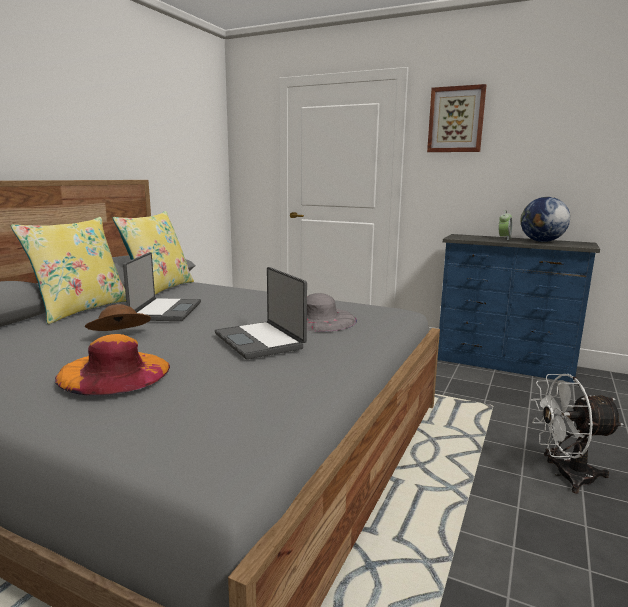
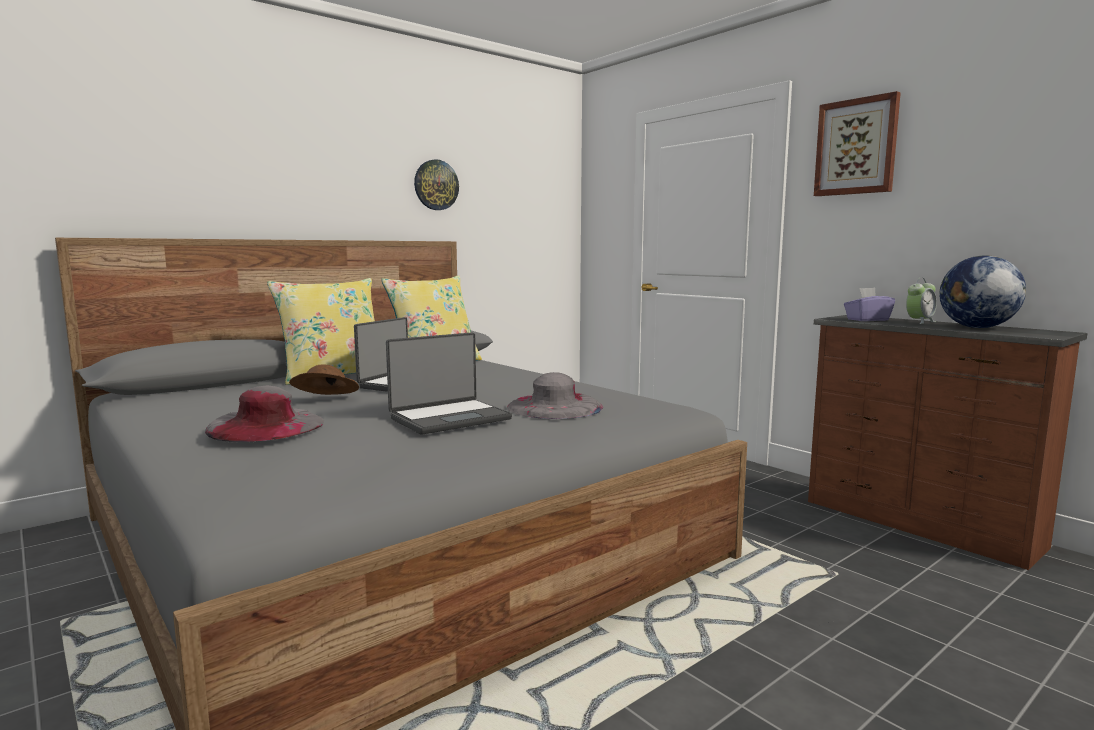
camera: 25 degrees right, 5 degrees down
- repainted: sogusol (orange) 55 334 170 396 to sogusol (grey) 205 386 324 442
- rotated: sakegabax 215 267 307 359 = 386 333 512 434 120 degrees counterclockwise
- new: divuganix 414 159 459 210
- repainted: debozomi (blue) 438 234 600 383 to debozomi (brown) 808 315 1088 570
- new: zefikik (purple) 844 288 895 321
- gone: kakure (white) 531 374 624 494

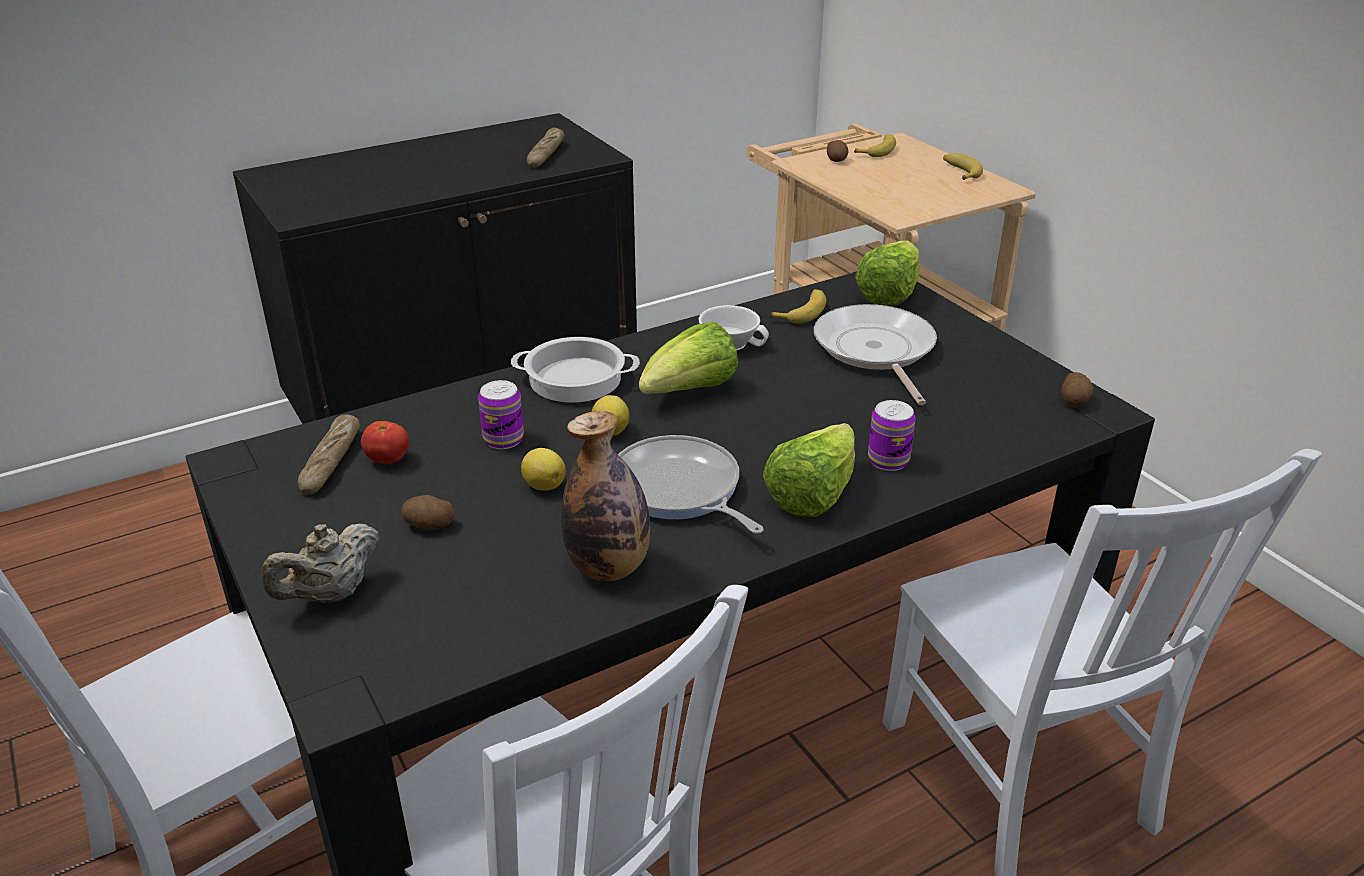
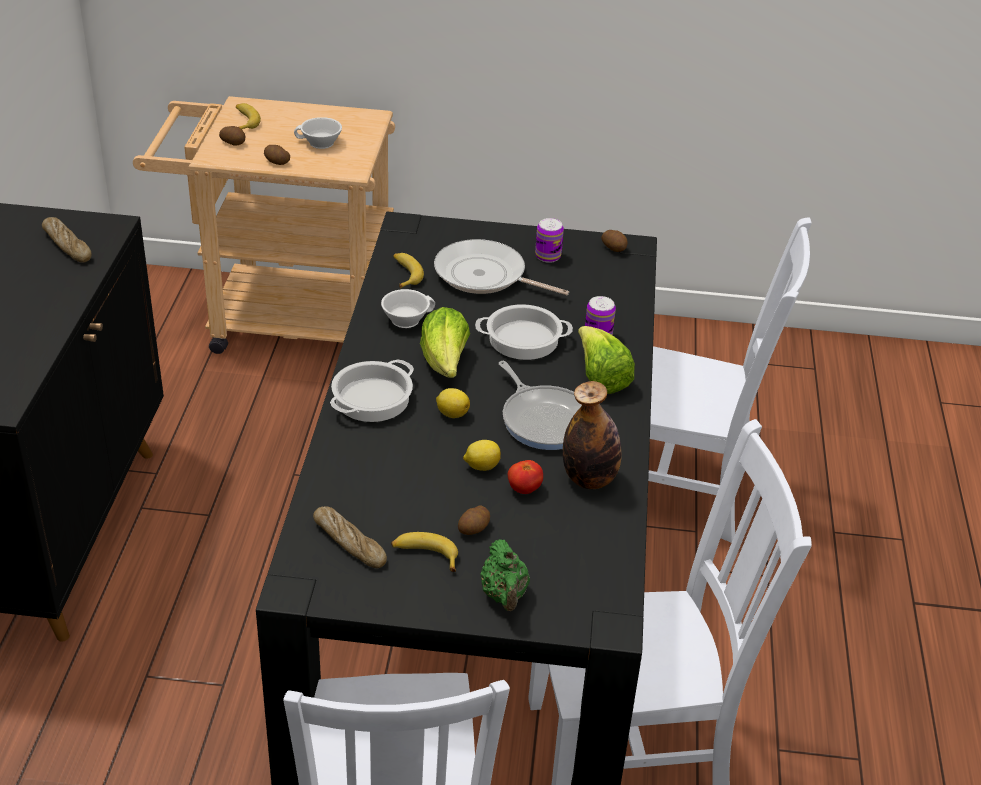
camera: 55 degrees left, 5 degrees up
- new: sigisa 264 145 290 165
- new: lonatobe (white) 294 117 342 149
- shifted: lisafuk 943 153 983 180 to 391 532 458 572
- new: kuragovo 475 304 573 360
- repainted: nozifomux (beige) 262 524 380 603 to nozifomux (green) 480 539 530 611
- rotated: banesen 618 435 764 534 = 499 361 582 450 120 degrees counterclockwise
- shifted: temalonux 361 421 409 464 to 508 460 543 494
- shifted: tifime 478 380 524 449 to 535 218 564 263
- gone: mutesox 855 241 919 306

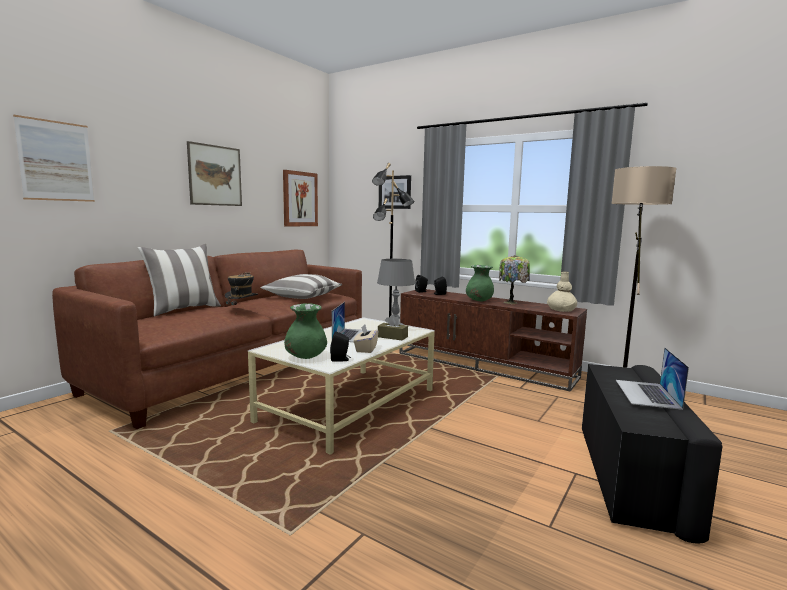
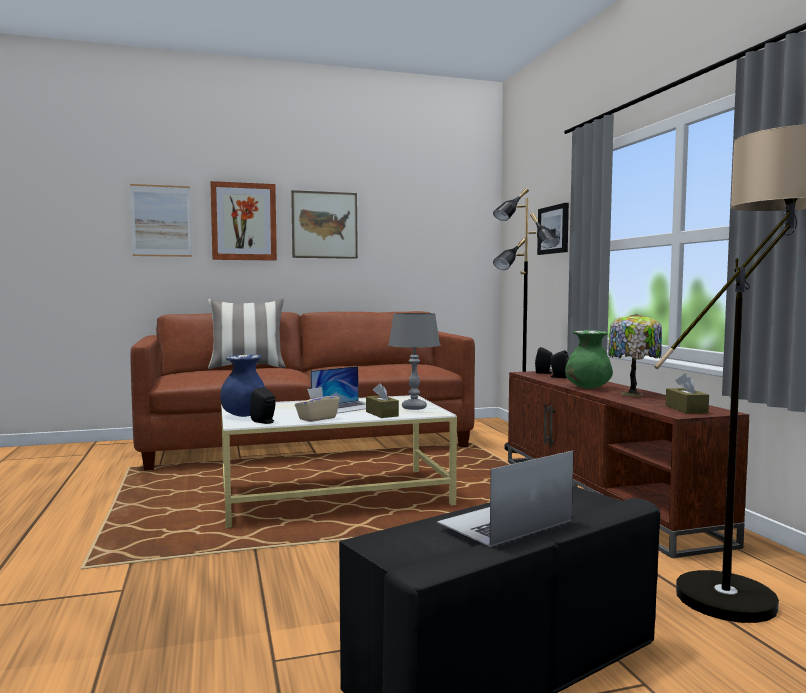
camera: 40 degrees right, 5 degrees down
- shifted: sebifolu 283 170 318 227 to 210 181 277 261
- repainted: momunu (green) 284 303 327 359 to momunu (blue) 220 354 265 417
- swapped: momunu (beige) 547 272 577 312 to zefikik (brown) 666 373 709 414
- gone: sogusol 225 272 258 305
- gone: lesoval 261 274 342 299

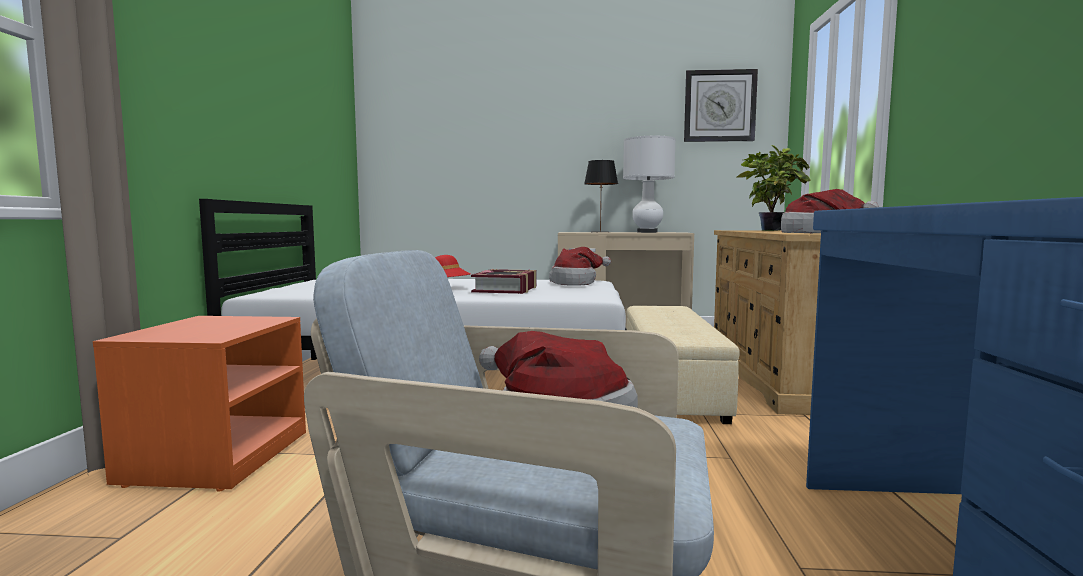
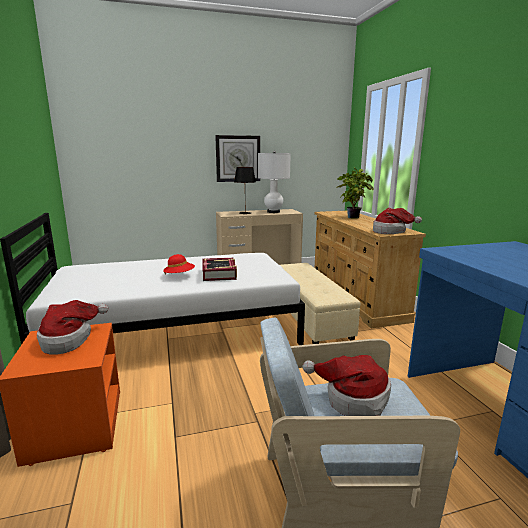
camera: 20 degrees left, 10 degrees up
- shifted: sogusol 549 247 611 286 to 37 300 108 355
- shifted: divuganix 684 69 758 142 to 215 135 260 182

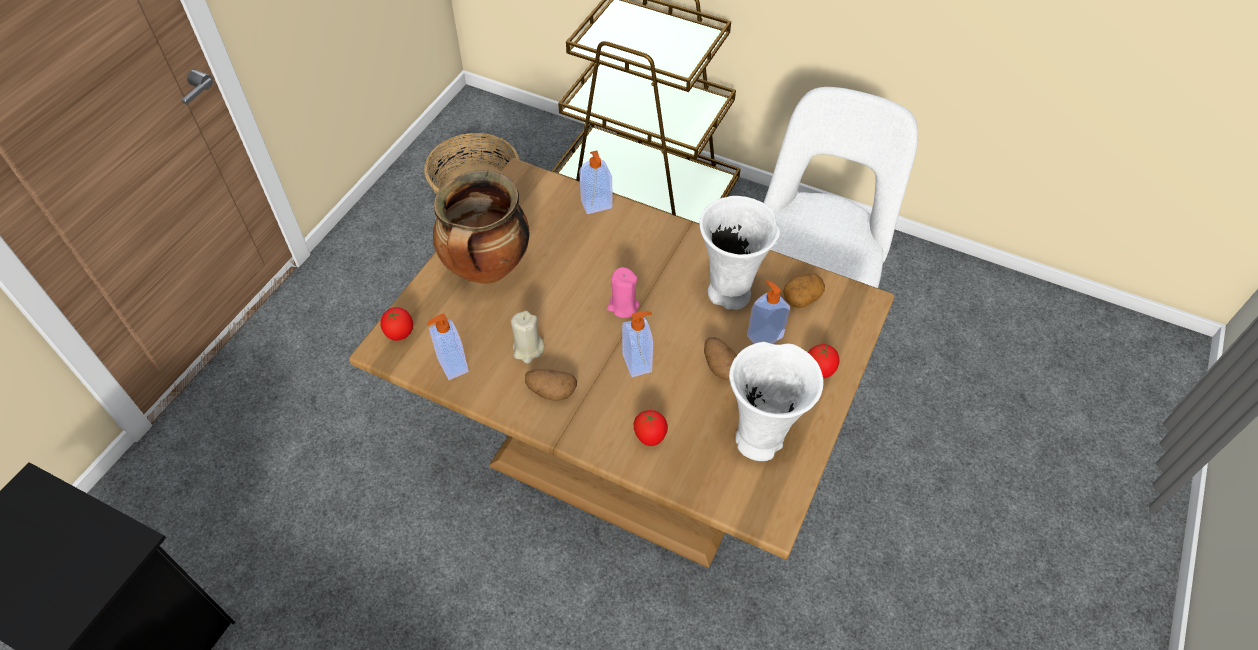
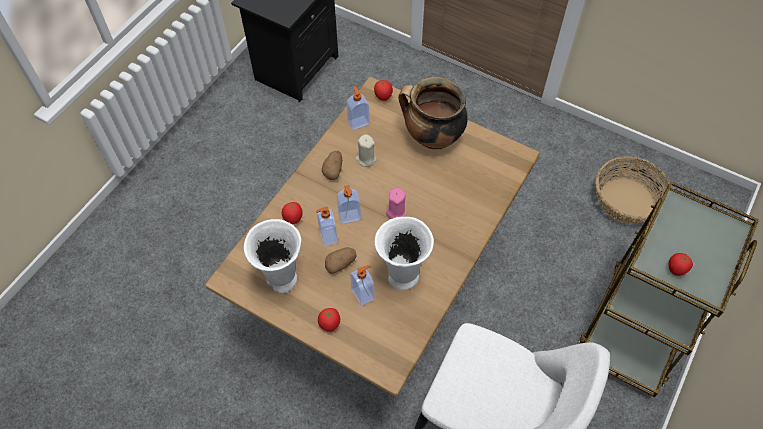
camera: 95 degrees right, 5 degrees up
- shifted: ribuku 579 151 613 214 to 316 206 338 246
- new: temalonux 668 253 693 276
- gone: sigisa 783 273 825 308

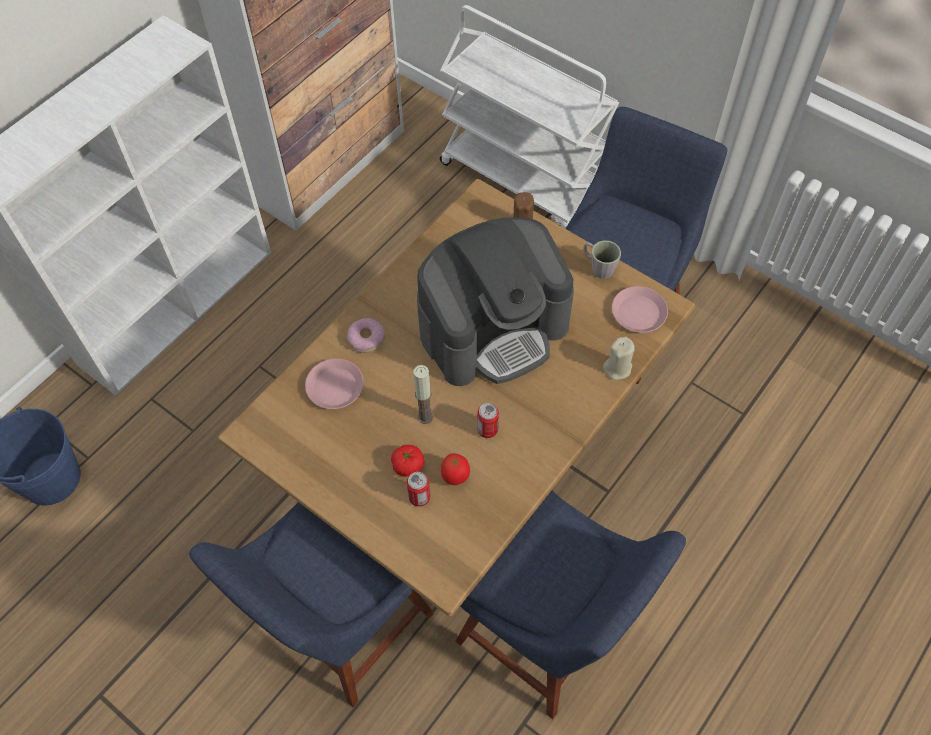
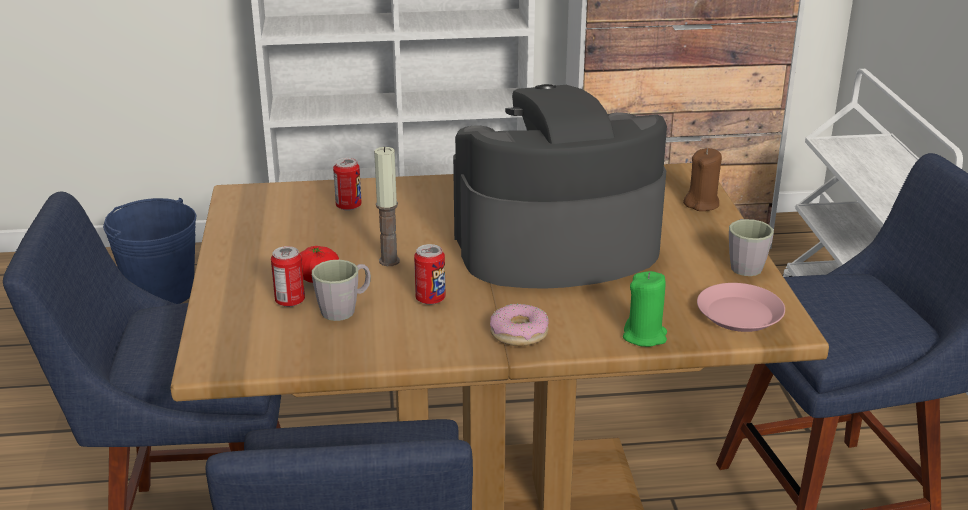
camera: 45 degrees right, 30 degrees down
- swapped: temalonux 441 453 470 485 to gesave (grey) 312 260 371 321
- swapped: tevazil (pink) 305 359 364 409 to tifime 333 158 362 211
- rotated: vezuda 417 217 574 386 = 453 84 667 289 150 degrees clockwise
- shifted: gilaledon 347 318 385 353 to 490 304 548 346
- repainted: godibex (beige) 603 337 635 380 to godibex (green) 623 271 667 347

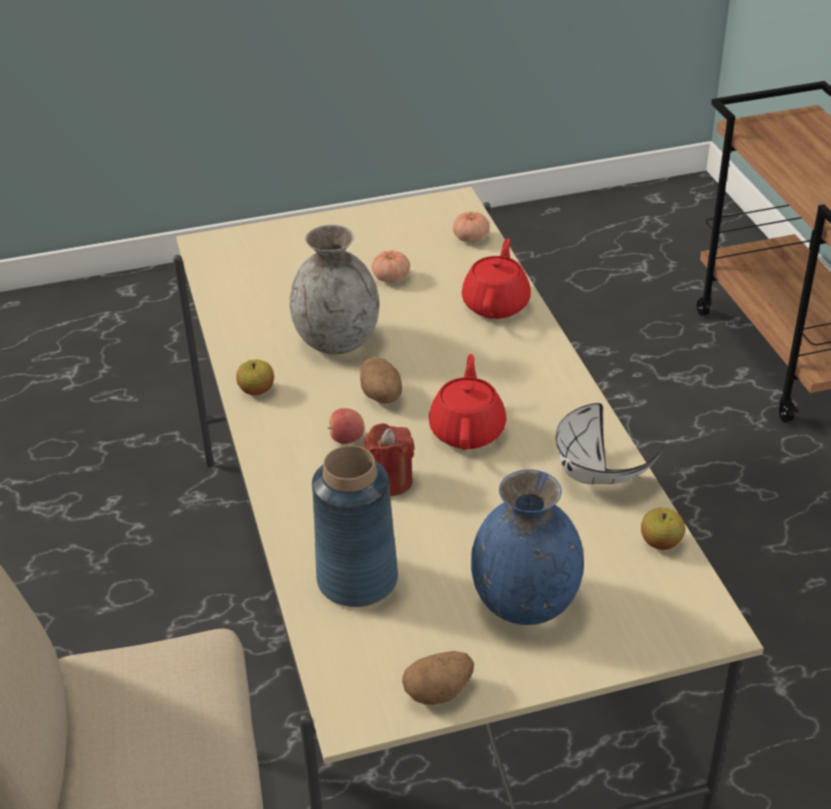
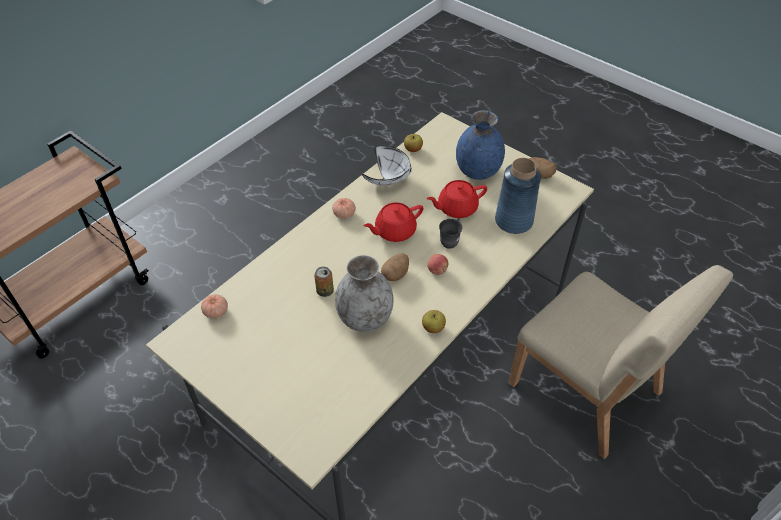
camera: 125 degrees left, 10 degrees up
- new: tifime 314 267 334 297
- shifted: temalonux 372 250 410 283 to 332 198 356 219
- shifted: nozifomux (red) 462 238 531 319 to 427 180 487 218
- swapped: godibex (red) 364 424 415 496 to gesave (grey) 439 218 462 249

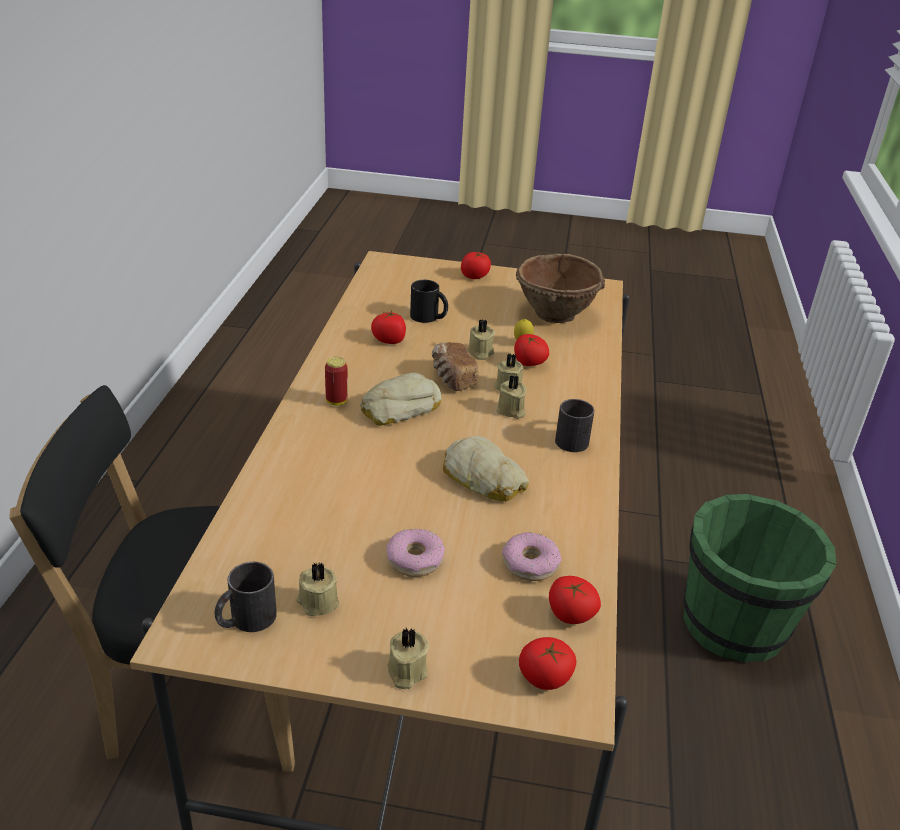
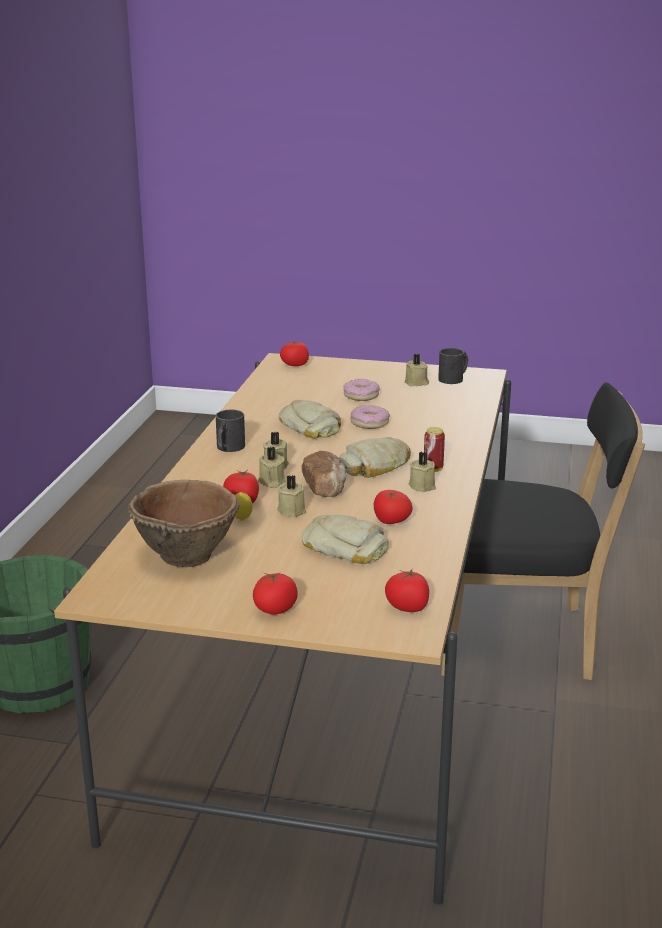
camera: 175 degrees left, 10 degrees down
- swapped: gesave (black) 410 280 448 323 to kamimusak 302 515 389 564
- shifted: gilaledon 502 532 561 581 to 350 405 390 429
- shifted: temalonux 549 576 601 624 to 385 569 429 612
- shifted: godibex (beige) 387 628 429 690 to 409 452 436 492

